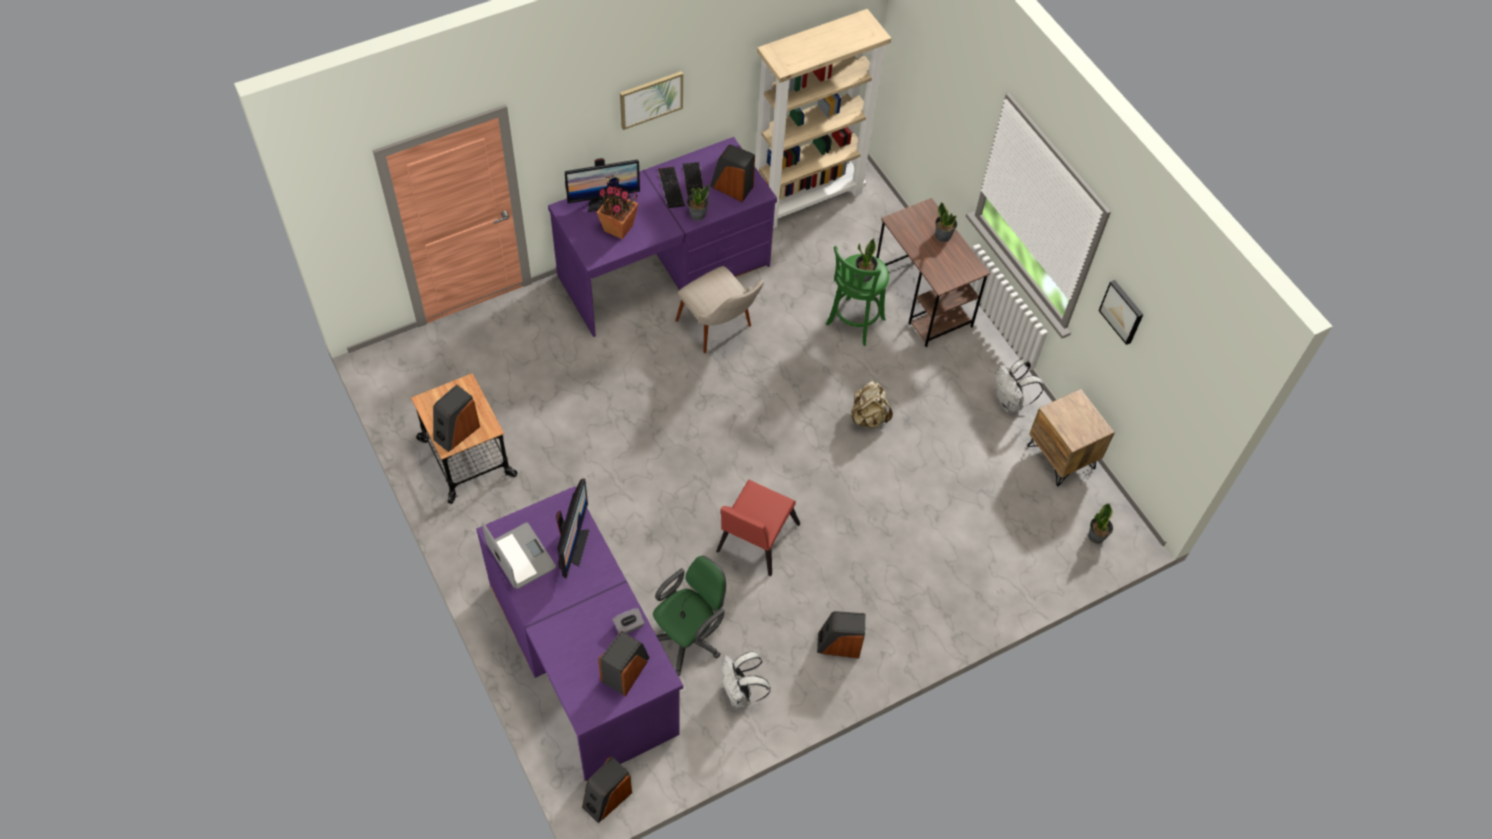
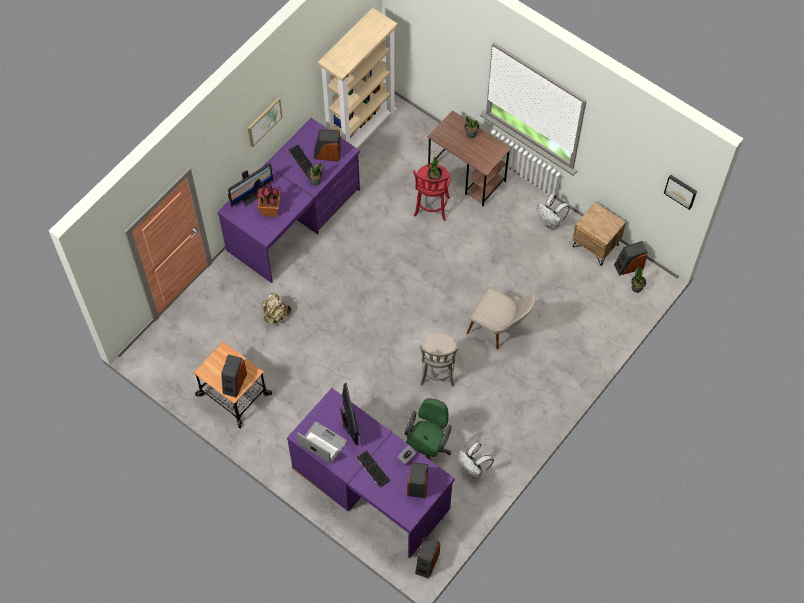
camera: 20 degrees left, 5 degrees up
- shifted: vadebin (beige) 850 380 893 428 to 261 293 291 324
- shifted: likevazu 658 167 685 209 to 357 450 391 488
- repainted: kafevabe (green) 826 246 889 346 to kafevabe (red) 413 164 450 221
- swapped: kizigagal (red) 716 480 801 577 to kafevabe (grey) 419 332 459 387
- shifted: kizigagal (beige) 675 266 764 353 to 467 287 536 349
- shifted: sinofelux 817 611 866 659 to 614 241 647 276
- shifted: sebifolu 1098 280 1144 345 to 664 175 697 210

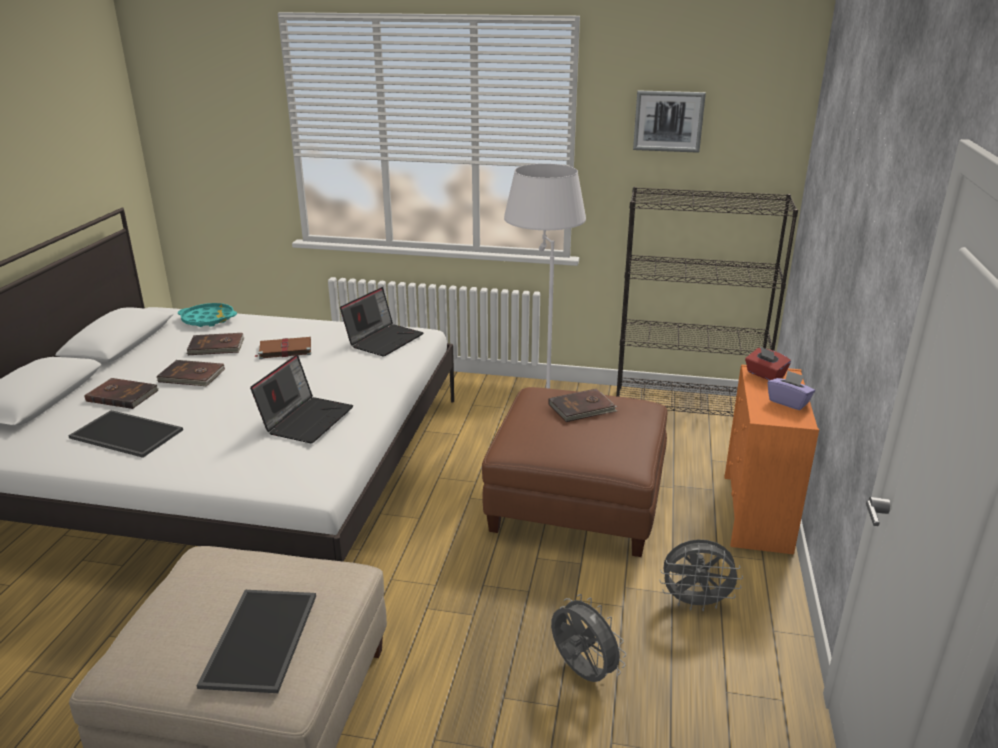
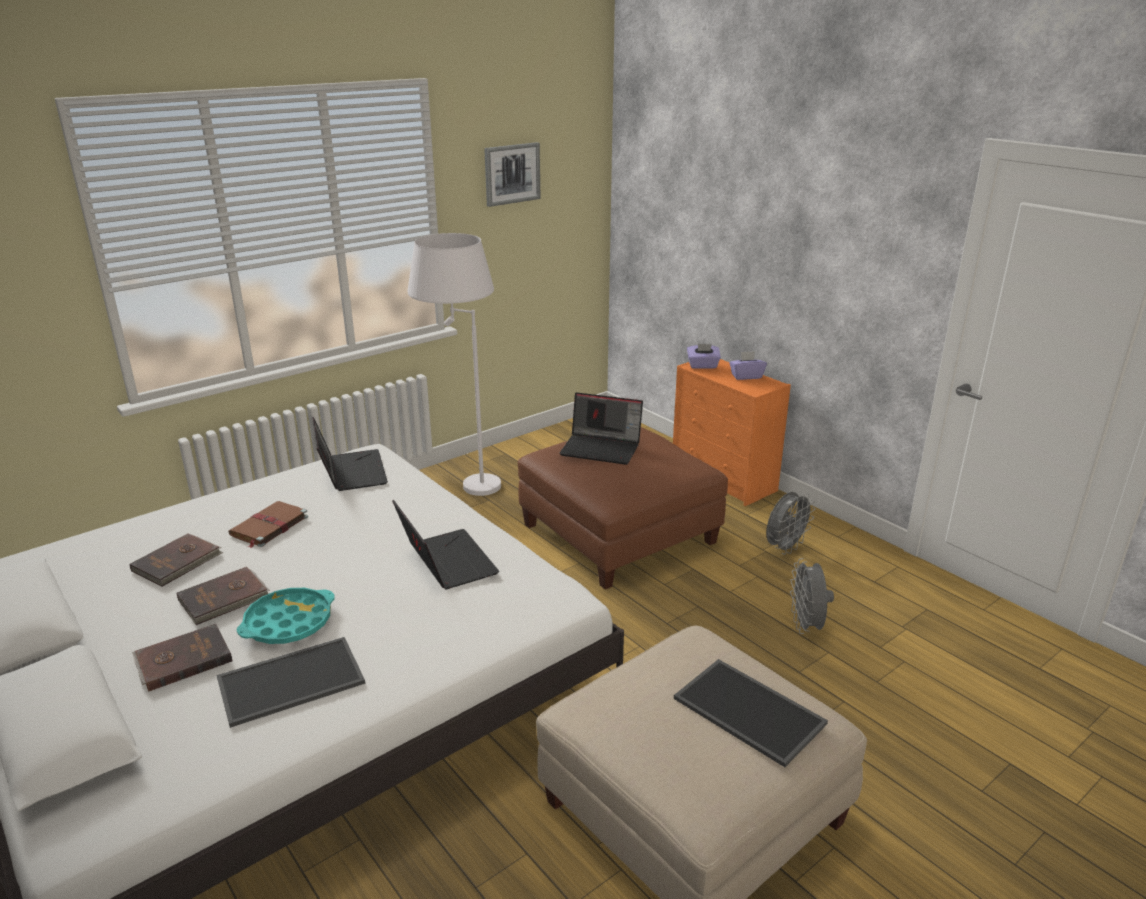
camera: 50 degrees left, 0 degrees up
- shifted: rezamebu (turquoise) 178 303 237 327 to 237 588 335 644
- swapped: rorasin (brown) 549 389 617 422 to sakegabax 559 392 643 465
- repainted: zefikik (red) 745 346 791 381 to zefikik (purple) 687 344 721 369
- rotated: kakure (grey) 551 594 626 682 = 790 558 834 634 90 degrees counterclockwise
- gone: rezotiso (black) 616 187 798 416

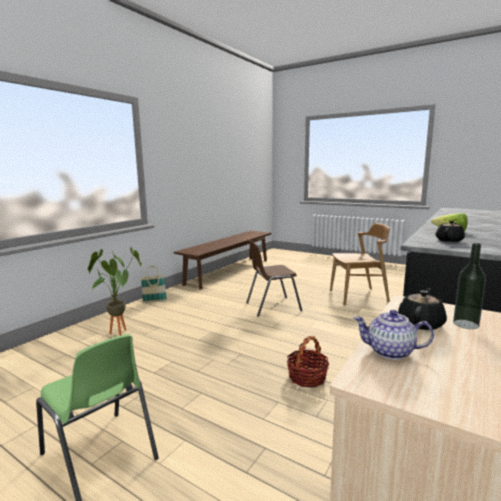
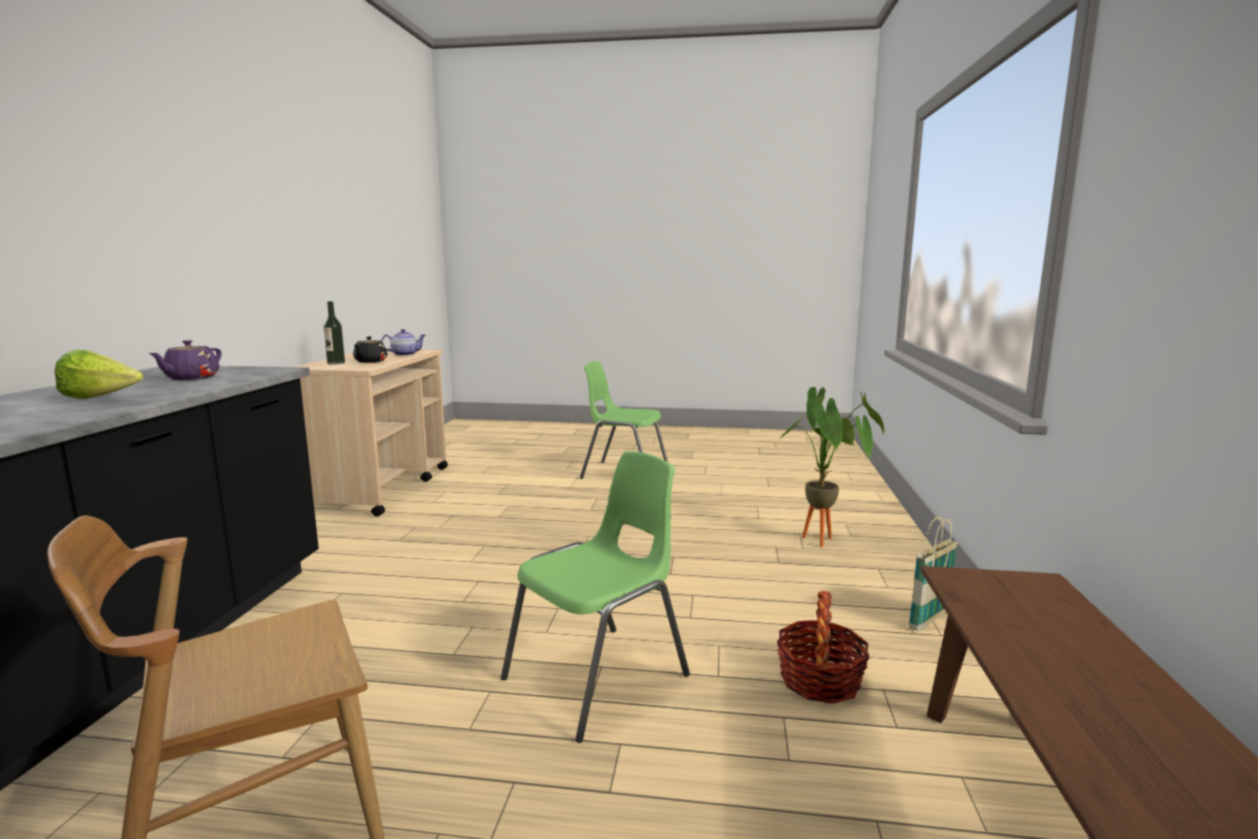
camera: 155 degrees right, 0 degrees up
- repainted: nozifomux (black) 436 221 465 242 to nozifomux (purple) 149 340 221 380
- repainted: kizigagal (brown) 246 240 302 317 to kizigagal (green) 501 451 690 743
- shifted: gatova 287 336 329 387 to 777 591 869 704

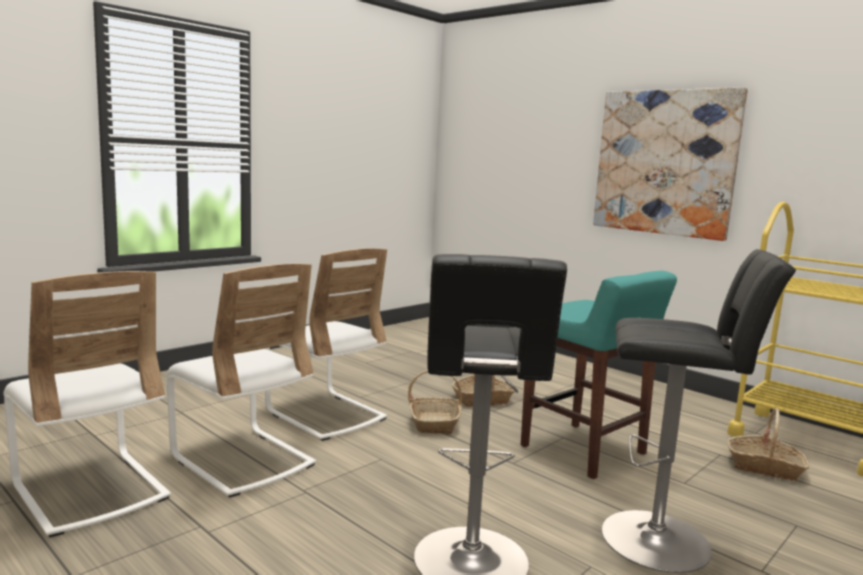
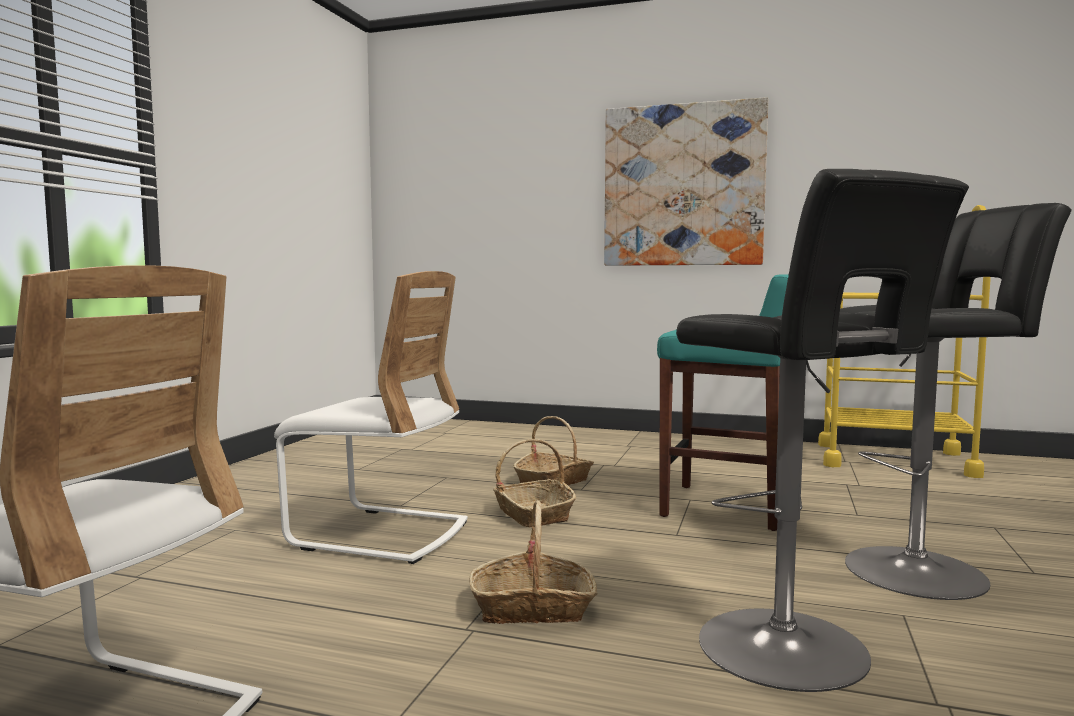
camera: 25 degrees left, 5 degrees down
- shifted: gatova 727 408 809 481 to 469 501 598 624
- gone: kizigagal (white) 166 264 316 498

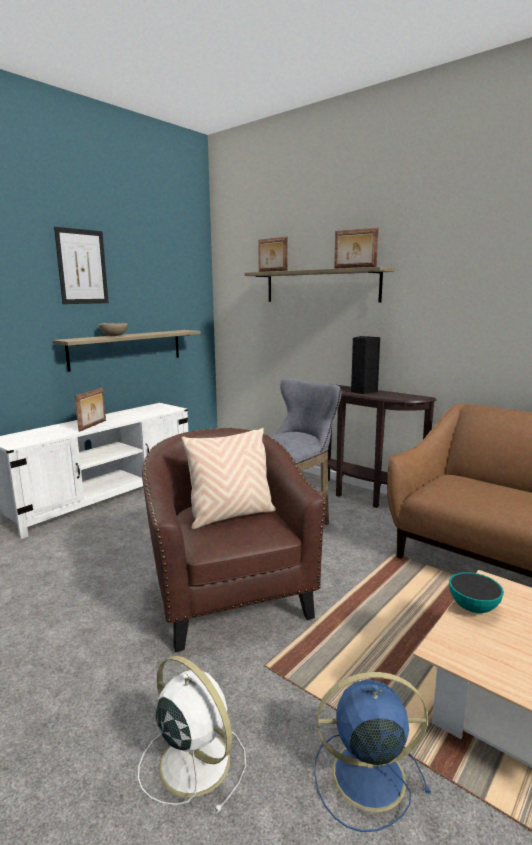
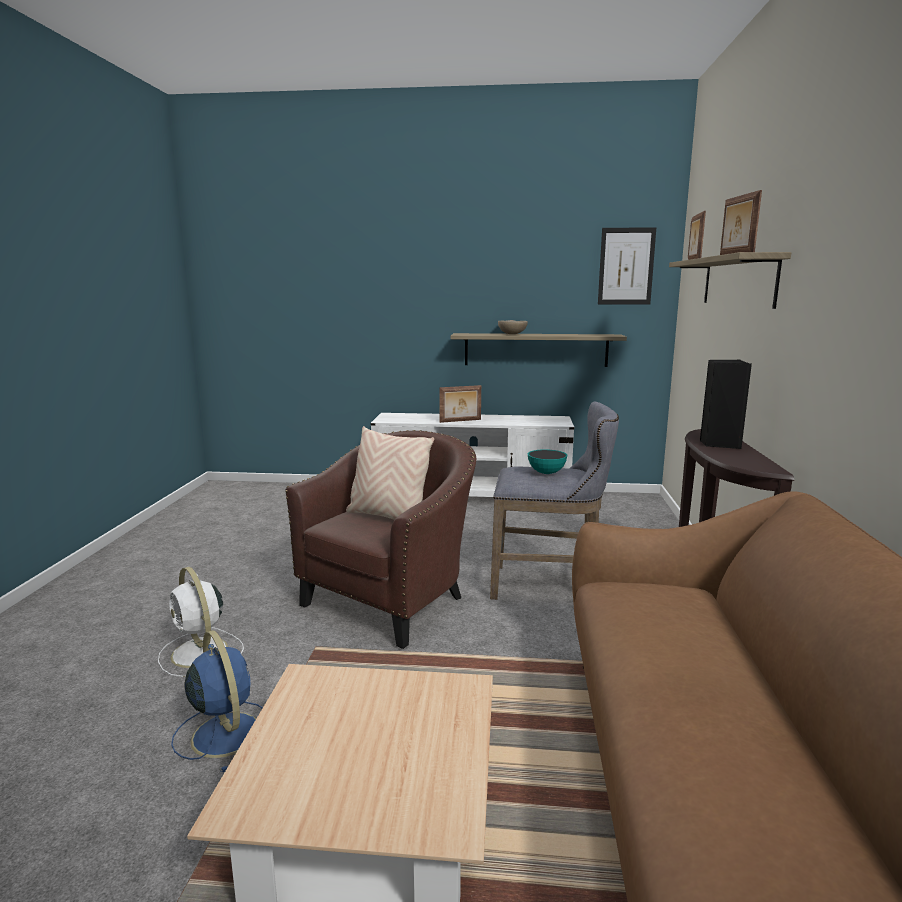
camera: 55 degrees right, 0 degrees up
- rotated: kakure (white) 138 655 246 813 = 158 567 244 677 135 degrees clockwise
- shifted: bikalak 449 572 504 613 to 528 449 567 474
- shifted: sebifolu 54 227 109 304 to 598 227 656 305

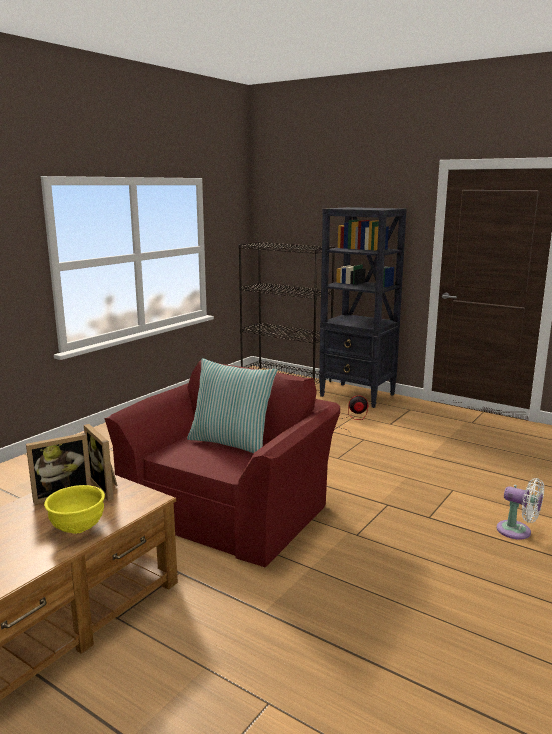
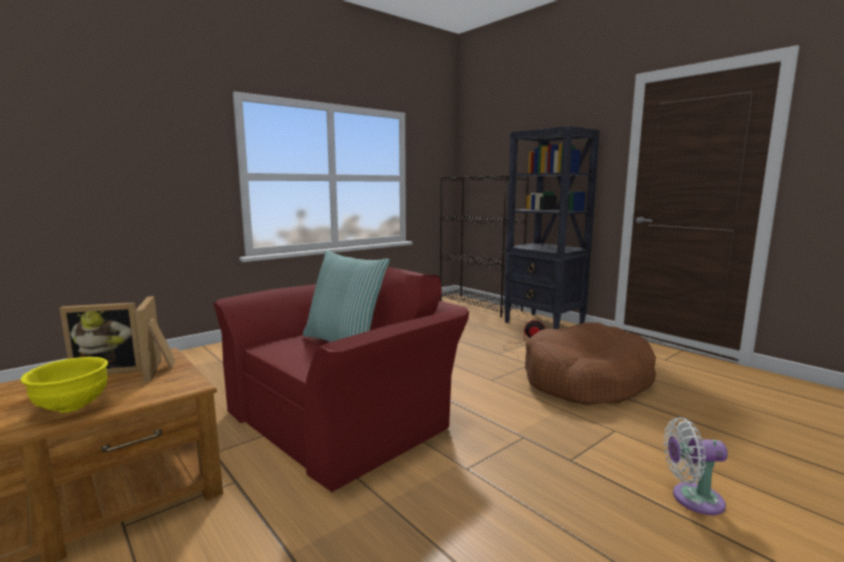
camera: 15 degrees right, 5 degrees down
- new: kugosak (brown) 525 322 656 405
- rotated: kakure (white) 497 478 544 539 = 663 417 728 515 135 degrees clockwise

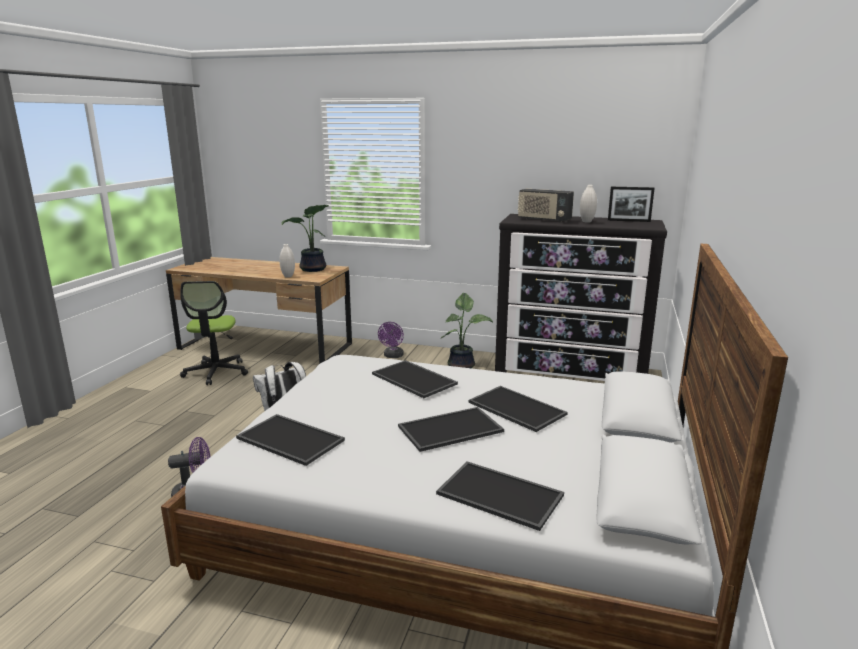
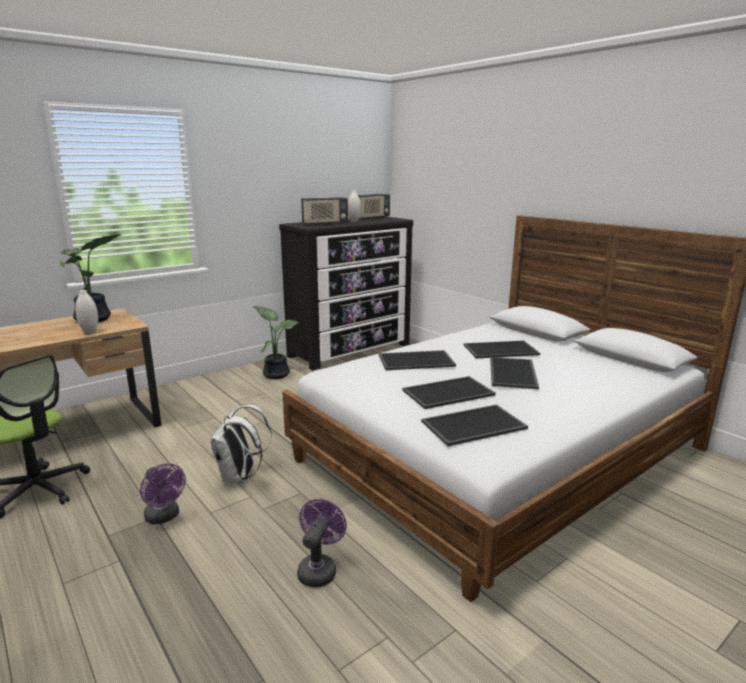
camera: 55 degrees left, 0 degrees up
- shifted: kakure (purple) 378 322 404 358 to 140 463 186 524
- swapped: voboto 608 187 655 222 to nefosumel 358 194 390 220
- shifted: rezamebu 436 461 564 531 to 402 376 496 409

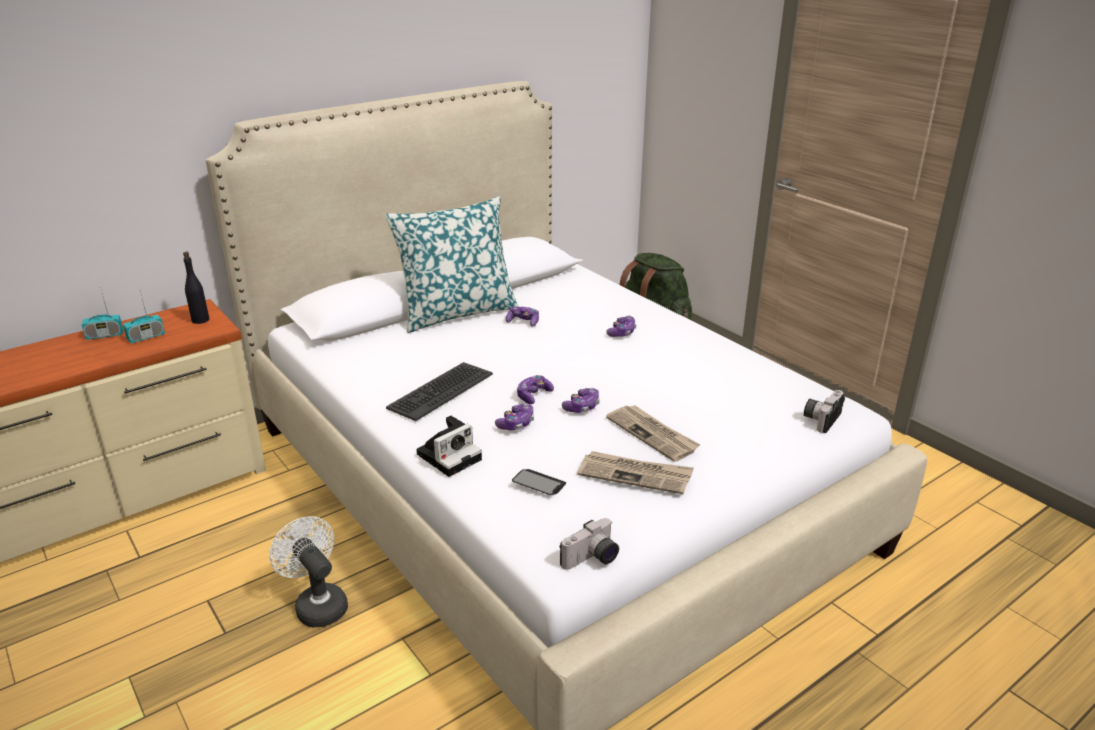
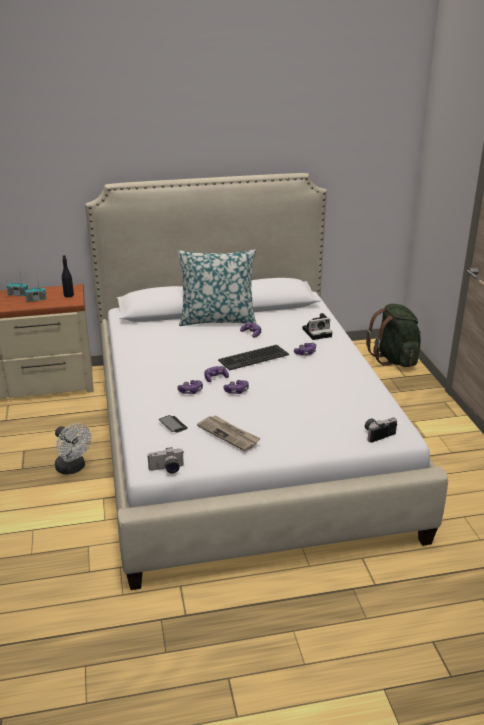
camera: 25 degrees right, 0 degrees up
- rotated: kakure (white) 269 516 348 628 = 55 423 91 475 150 degrees clockwise
- shifted: likevazu 386 362 493 421 to 218 345 289 371
- shifted: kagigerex 416 416 482 477 to 302 313 332 340
- gone: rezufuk 606 405 700 462

